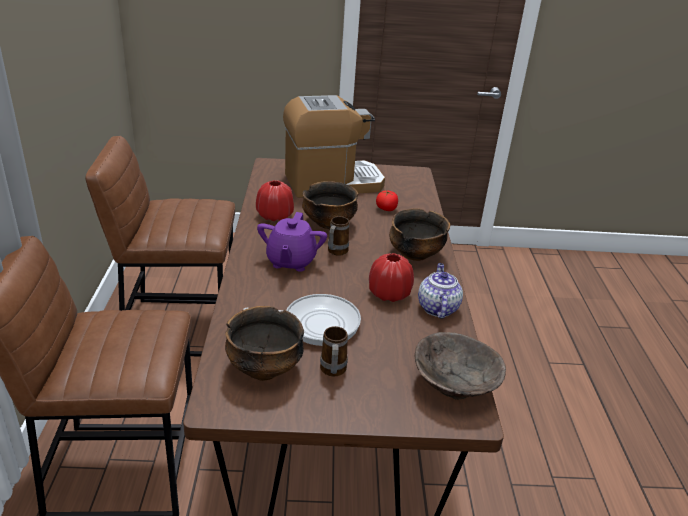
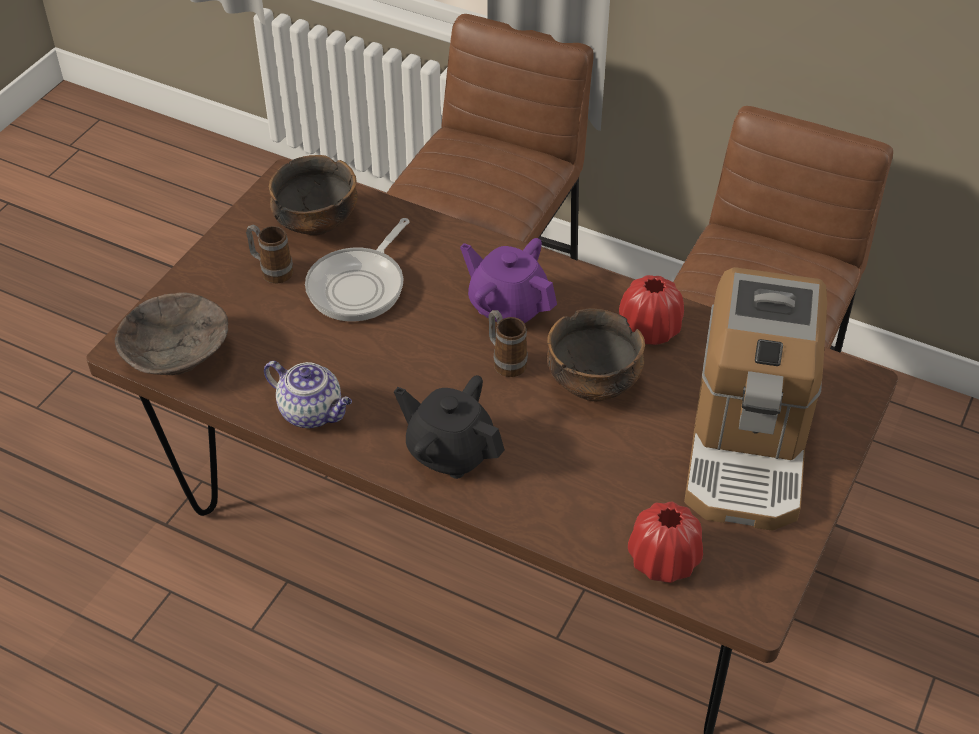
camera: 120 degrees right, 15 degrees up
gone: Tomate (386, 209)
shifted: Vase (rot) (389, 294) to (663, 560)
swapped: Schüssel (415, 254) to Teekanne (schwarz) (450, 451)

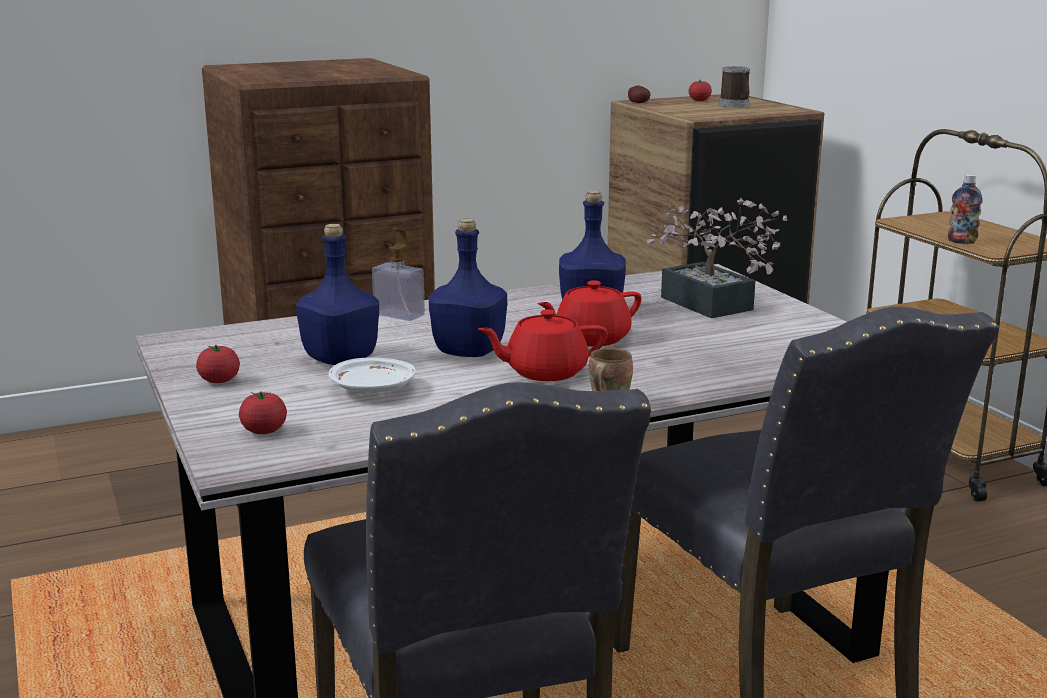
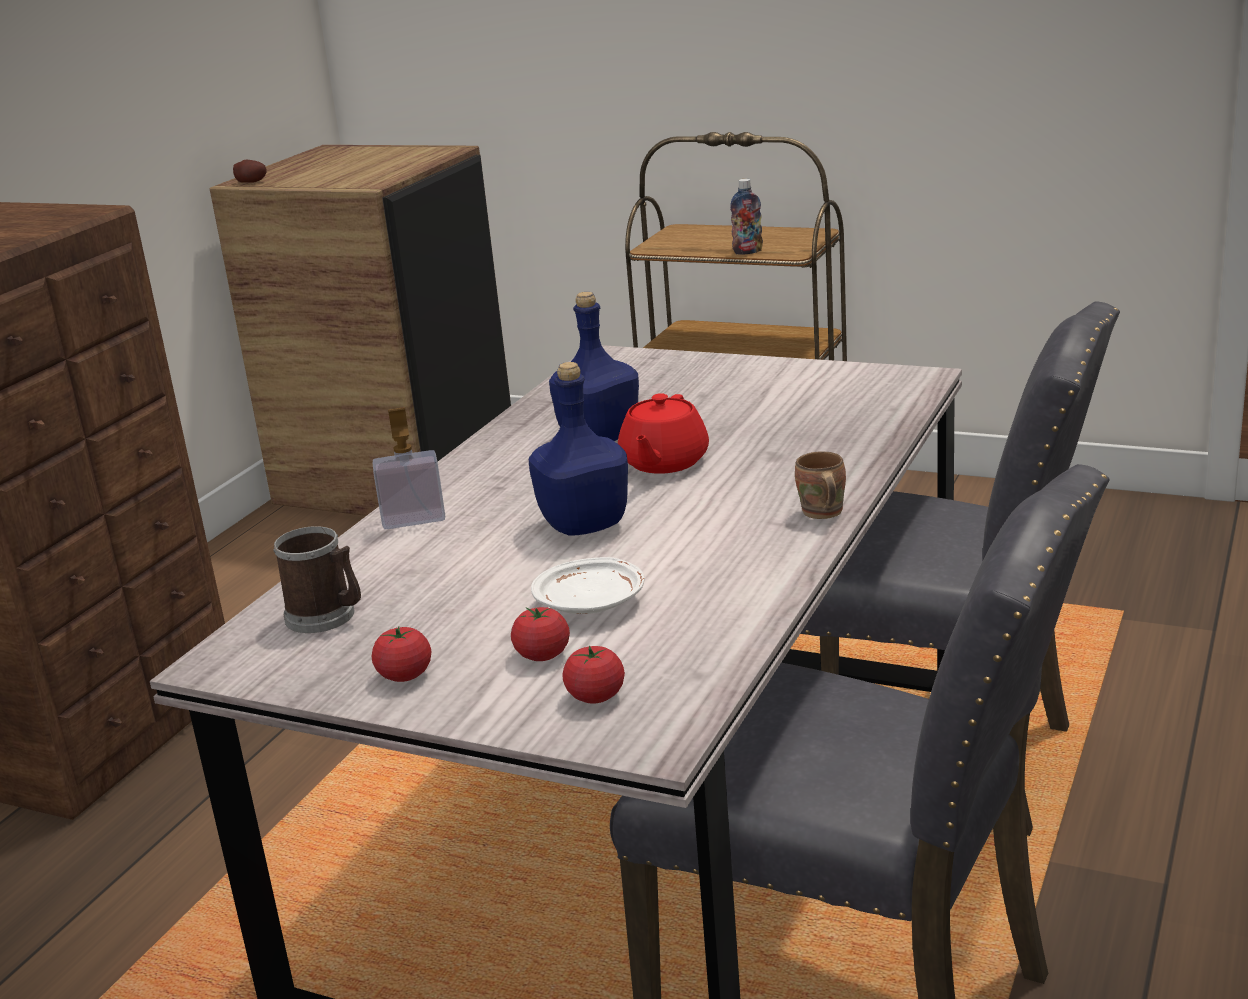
camera: 40 degrees left, 5 degrees up
gone: Flasche (blau) (339, 358); Teekanne (rot) (544, 372); Topfpflanze (712, 306)
shifted: Tomate (699, 100) to (542, 655); Henkelbecher (736, 106) to (327, 616)

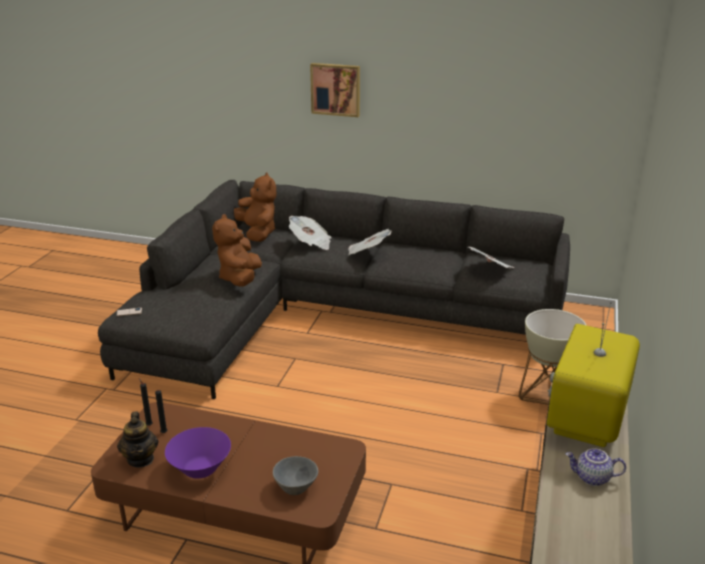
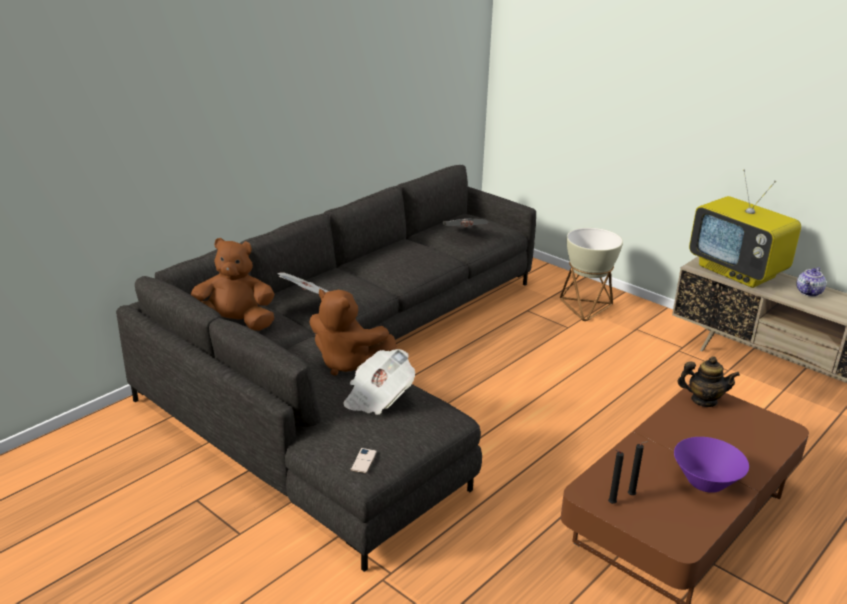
camera: 65 degrees left, 0 degrees up
gone: Schüssel (grau) (297, 487); Bild (336, 89)
shifted: Teekanne (141, 459) to (703, 400); Zeitung (367, 253) to (377, 398)

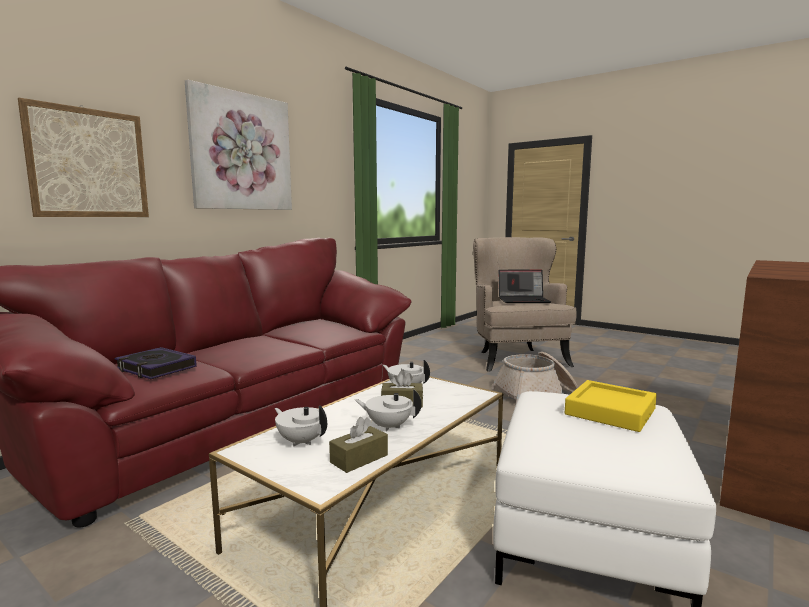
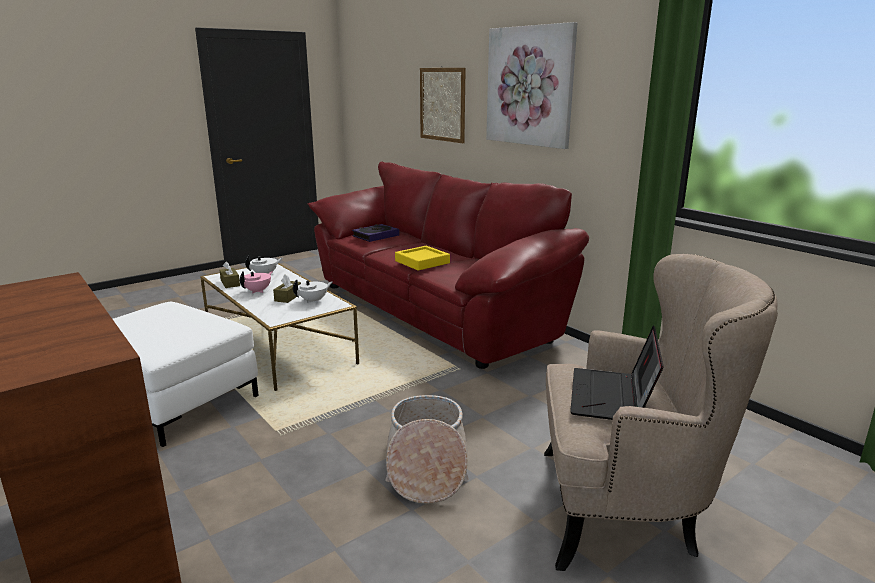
camera: 105 degrees right, 10 degrees up
shifted: Tablett (gelb) (610, 411) to (422, 262)
repainted: Teekanne (weiß) (388, 426) to Teekanne (rosa) (258, 291)

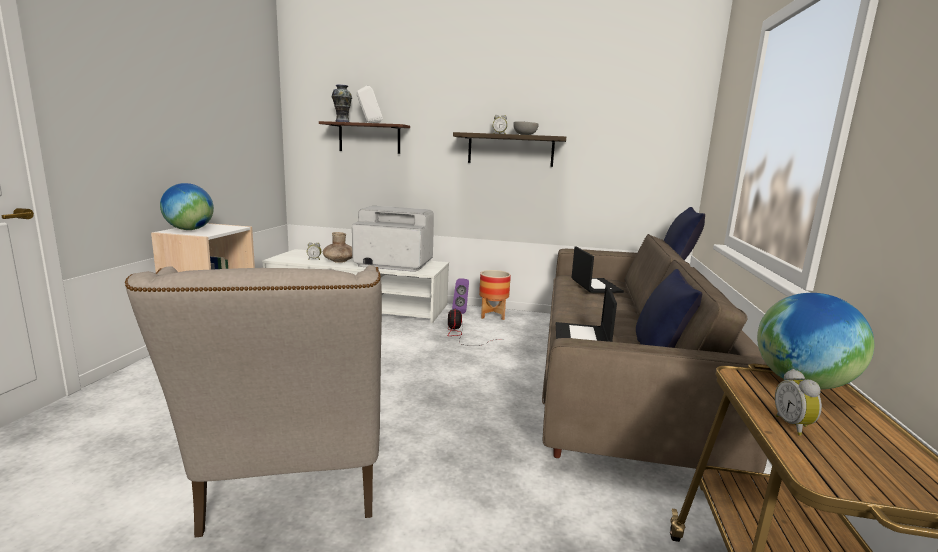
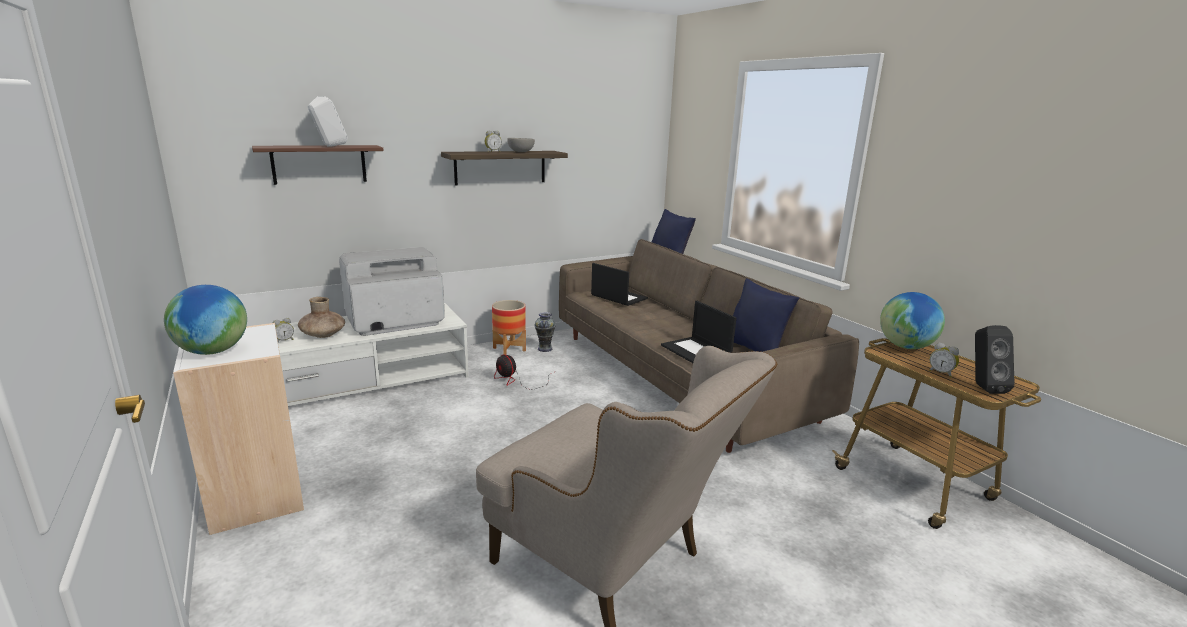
camera: 40 degrees left, 5 degrees up
gone: Lautsprecher (lila) (461, 312)
new: Lautsprecher (schwarz) (982, 387)
shifted: Vase (342, 122) to (545, 349)

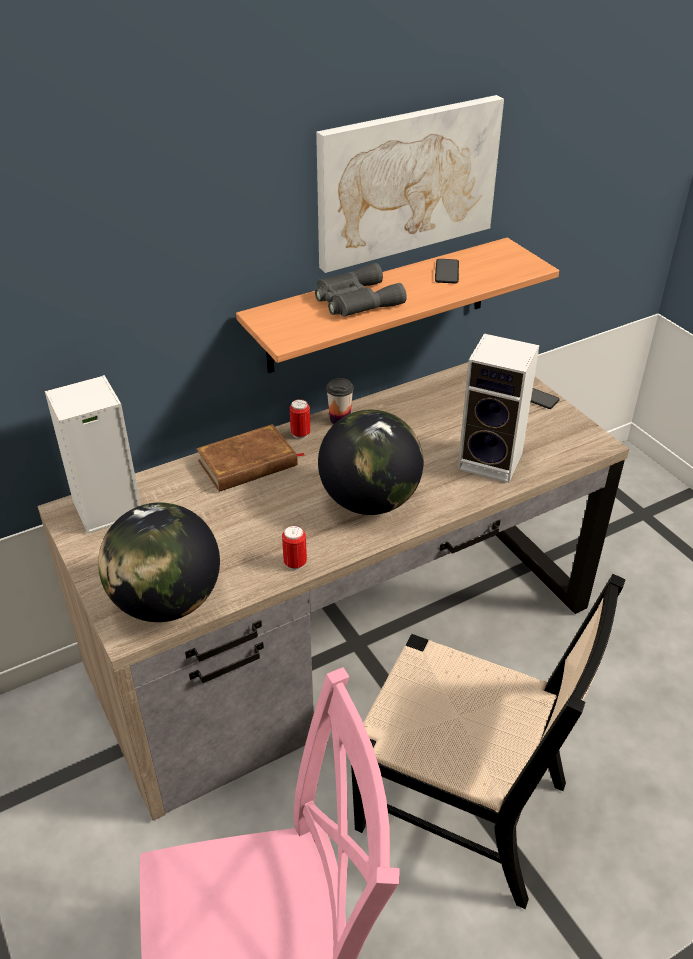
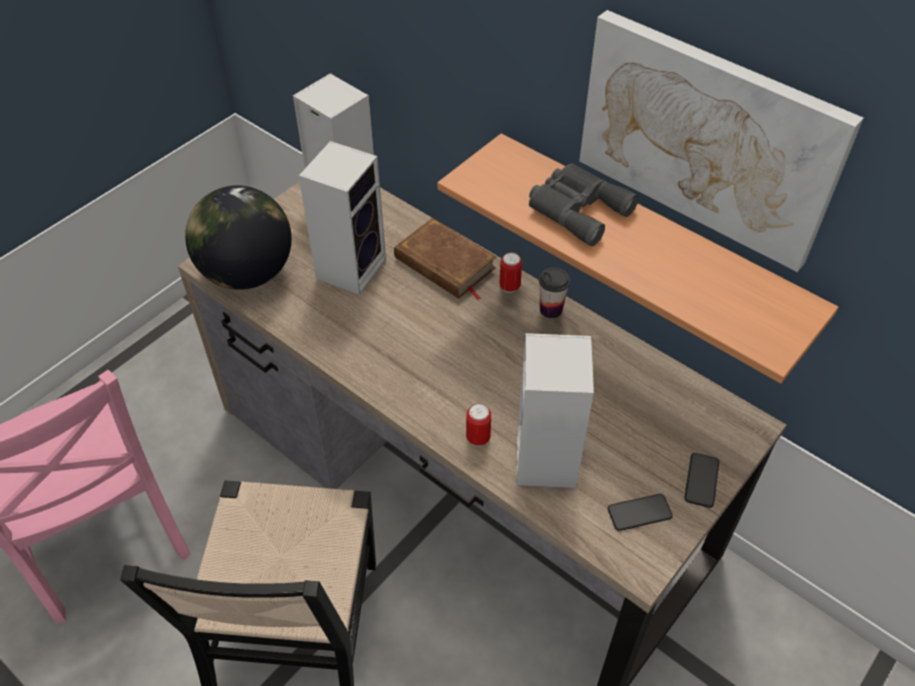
camera: 70 degrees right, 10 degrees up
gone: Globus (369, 501)
new: Lautsprecher (351, 266)
shifted: Dose (295, 563) to (478, 438); Handy (447, 272) to (639, 513)

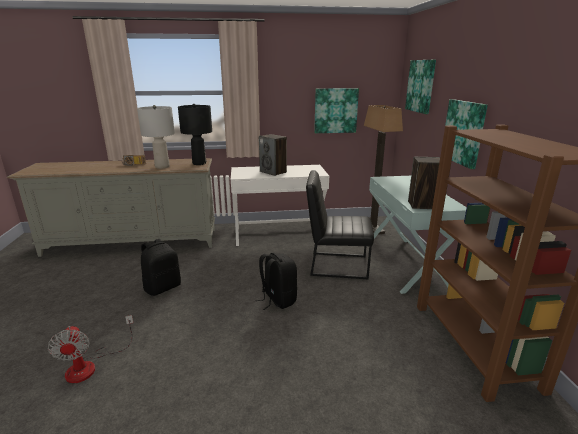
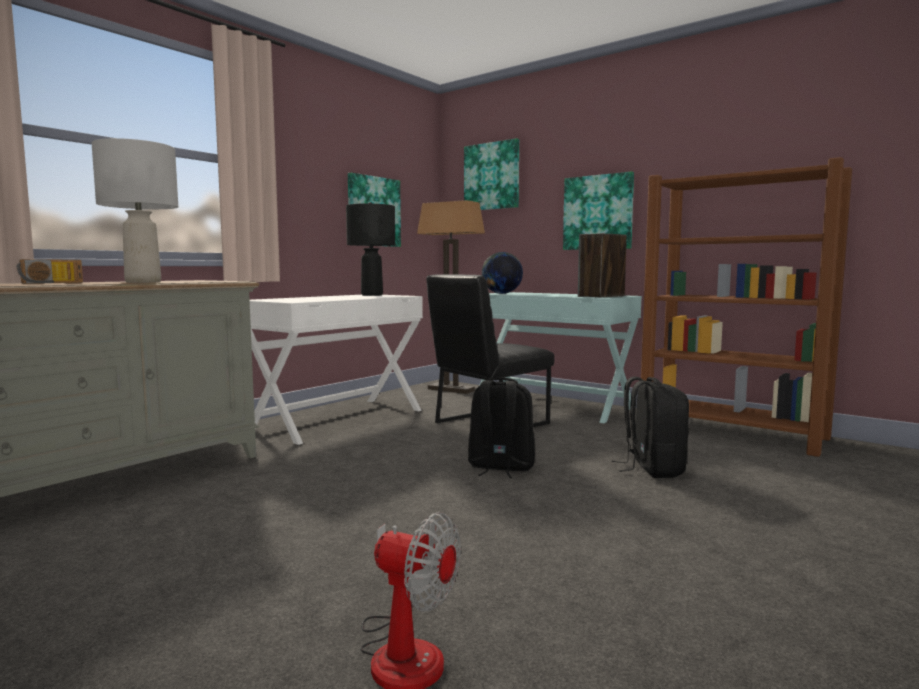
camera: 45 degrees left, 15 degrees down
gone: Lautsprecher (273, 172)
new: Globus (502, 293)
shifted: Rucksack (schwarz) (163, 287) to (652, 469); Tischlampe (schwarz) (199, 163) to (371, 295)

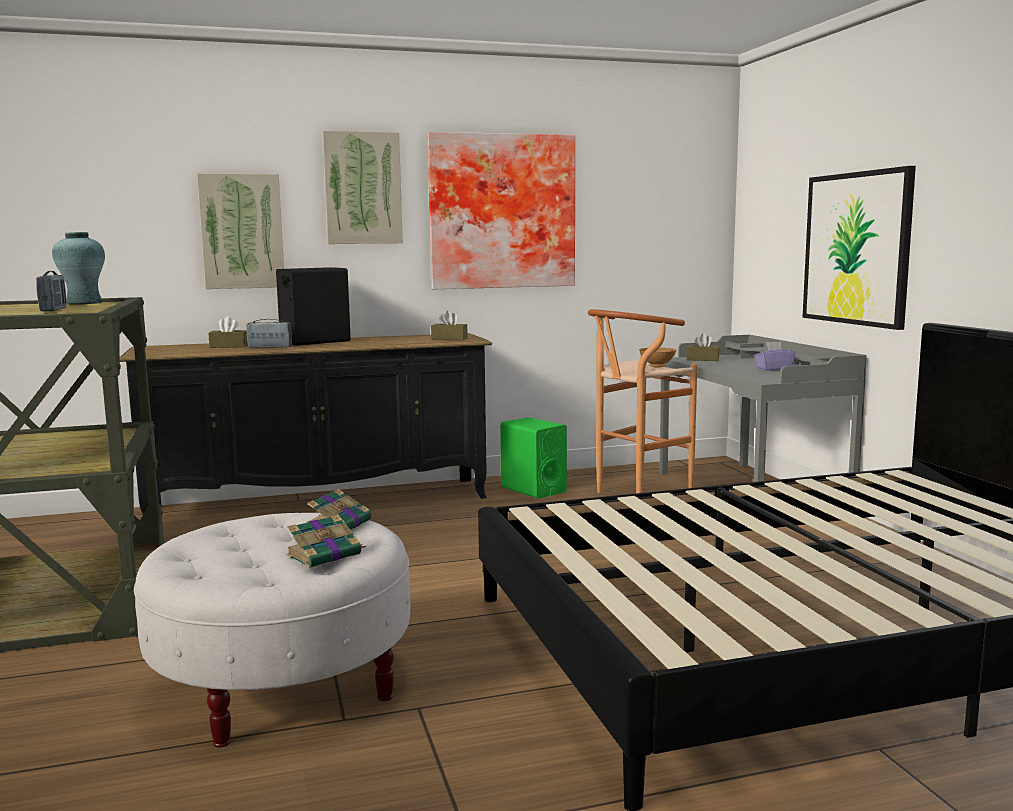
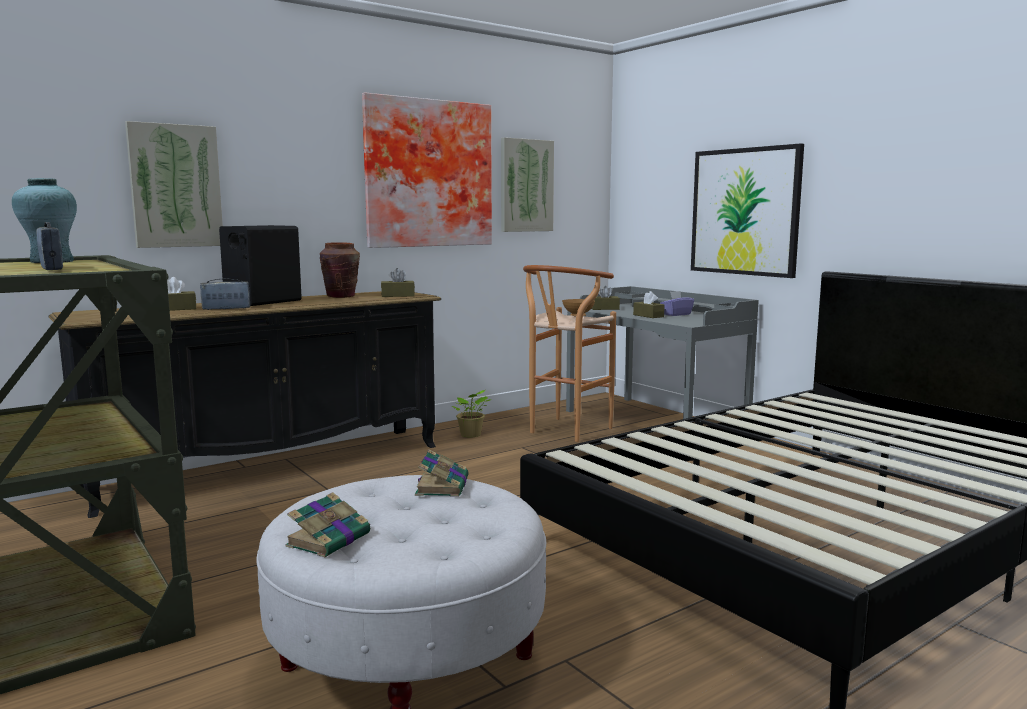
camera: 20 degrees left, 0 degrees up
new: Vase (braun) (341, 296); Taschentuchbox (braun) (648, 316)
shifted: Buch (326, 555) to (330, 539); Bild (362, 188) to (526, 185)
swapped: Lautsprecher (grün) (533, 489) to Topfpflanze (471, 435)

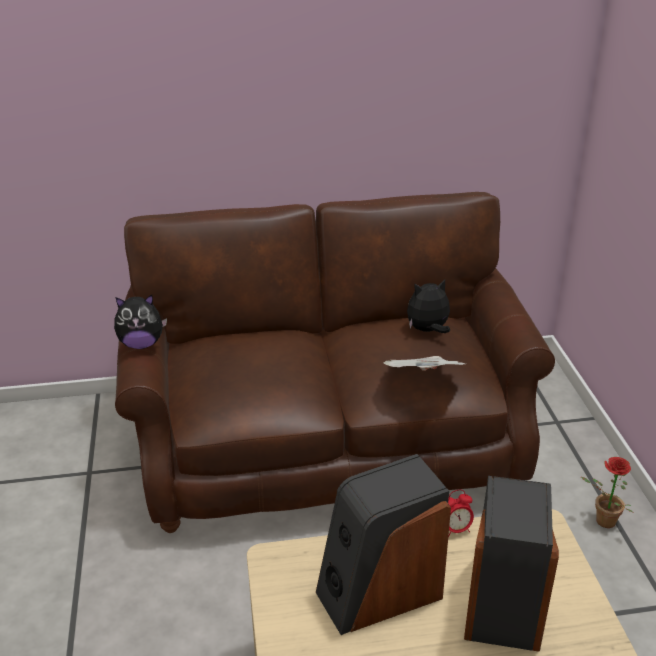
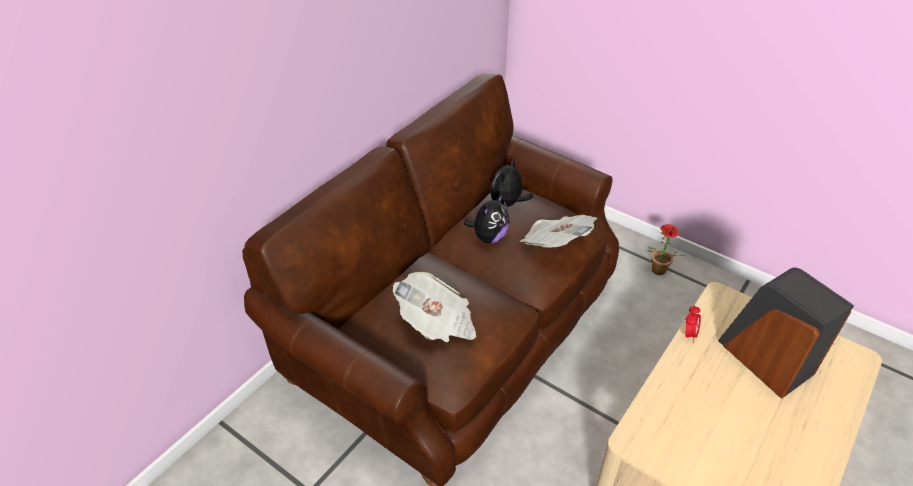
camera: 45 degrees left, 10 degrees up
gone: Lautsprecher (379, 593)
new: Zeitung (437, 323)
shifted: Plüschtier (141, 344) to (489, 237)

